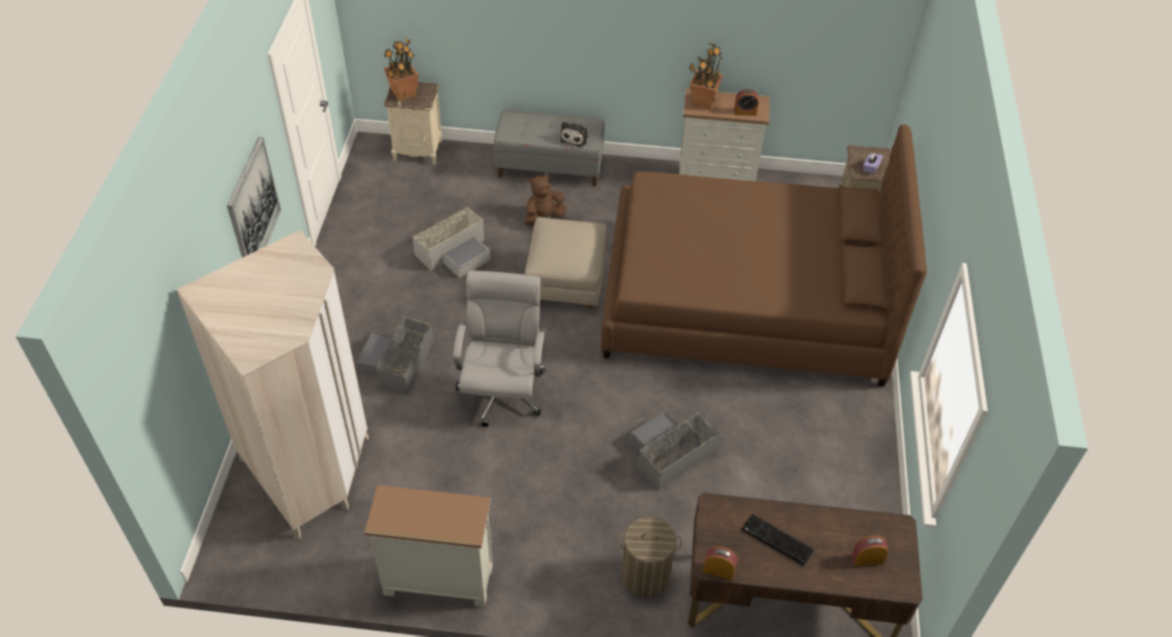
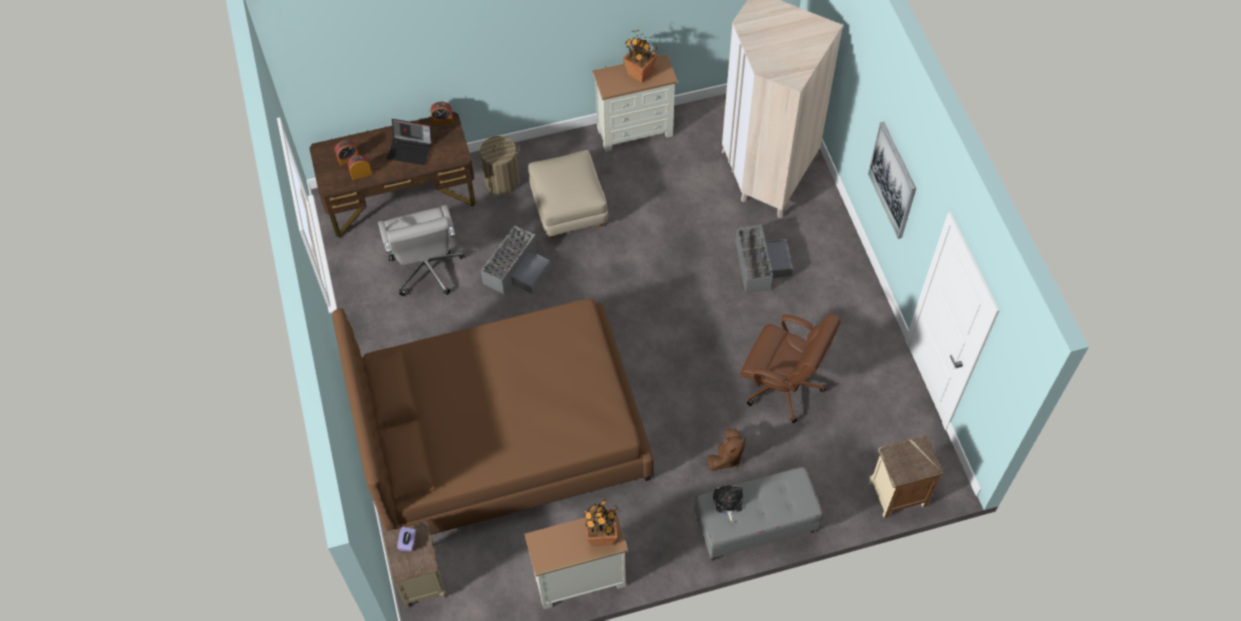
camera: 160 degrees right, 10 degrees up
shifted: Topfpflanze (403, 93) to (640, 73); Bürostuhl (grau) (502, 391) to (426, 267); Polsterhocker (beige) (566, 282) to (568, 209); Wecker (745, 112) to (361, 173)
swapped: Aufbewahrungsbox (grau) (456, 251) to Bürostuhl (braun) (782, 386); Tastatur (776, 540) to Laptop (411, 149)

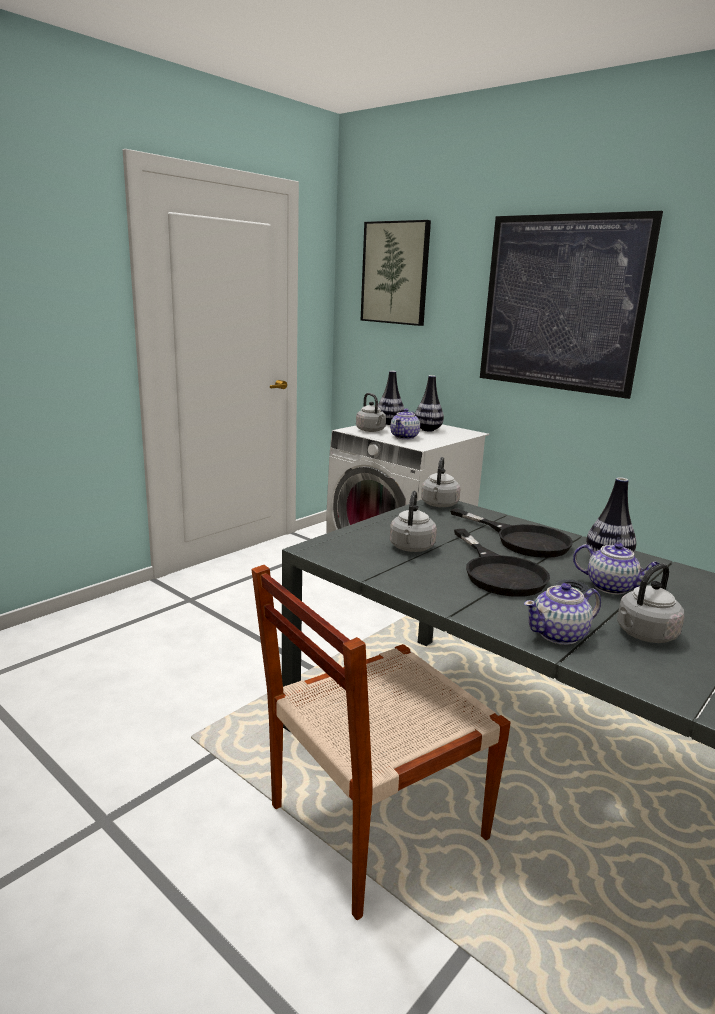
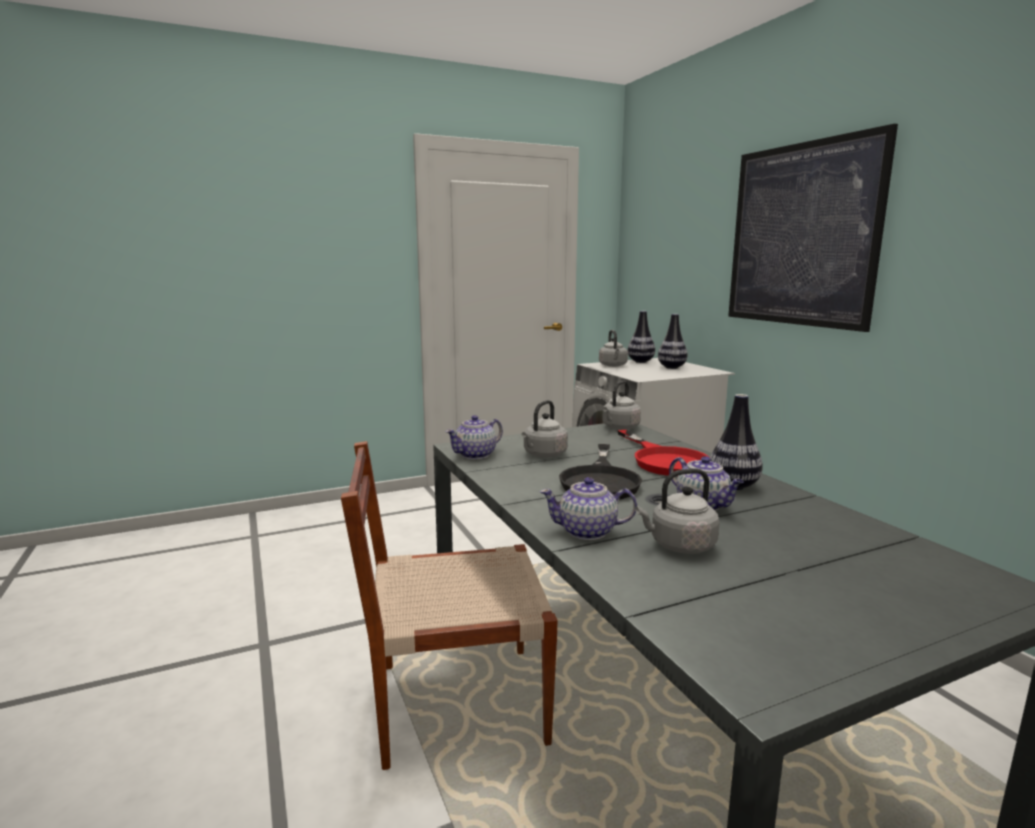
camera: 25 degrees right, 5 degrees down
gone: Bild (395, 273)
shifted: Teekanne (405, 437) to (476, 455)
repainted: Pfanne (schwarz) (521, 540) to Pfanne (rot) (664, 460)

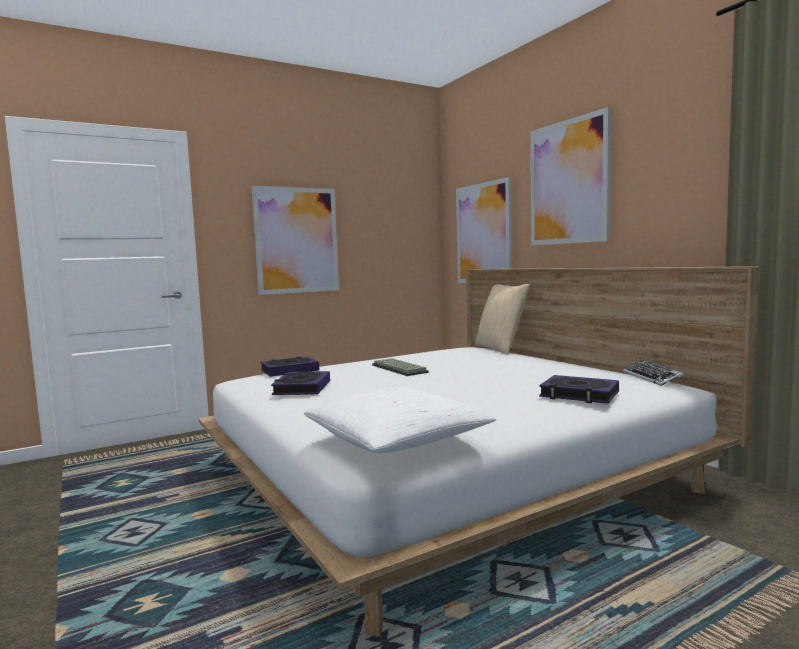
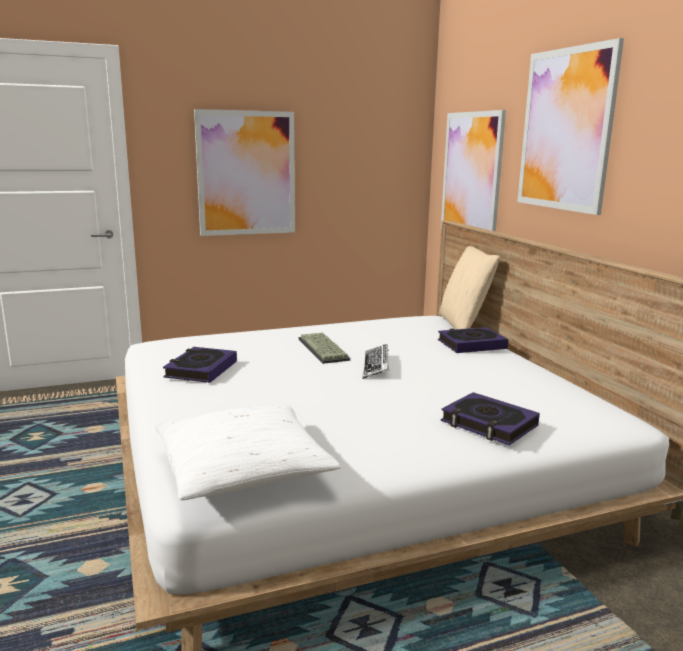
camera: 10 degrees right, 10 degrees up
shifted: Buch (289, 370) to (471, 344); Tastatur (652, 377) to (376, 366)

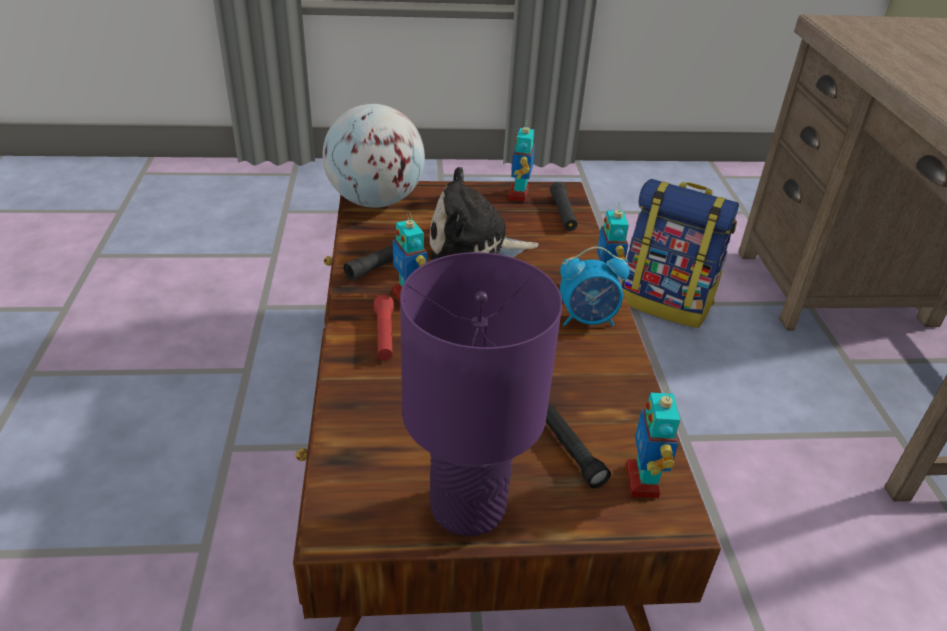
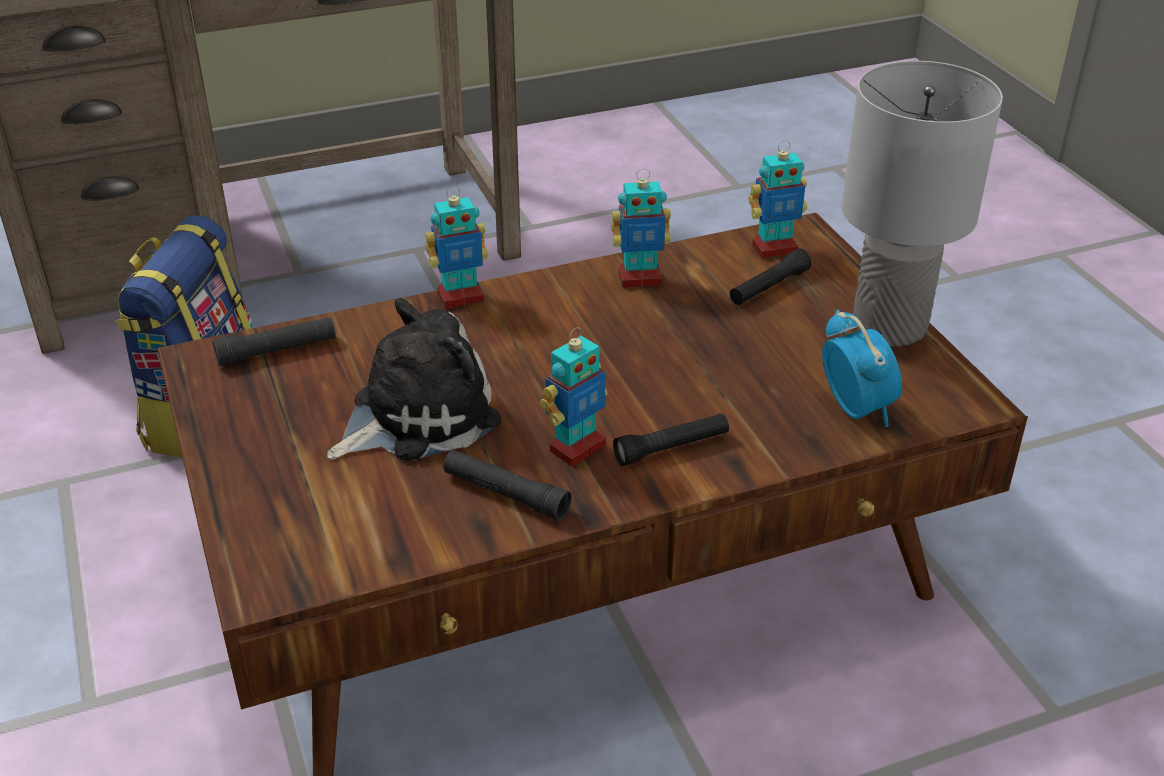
camera: 105 degrees left, 0 degrees up
gone: Globus (375, 201)
shifted: Spielzeugroboter (519, 195) to (640, 278); Wecker (588, 319) to (856, 408)
repainted: Taschenlampe (rot) (384, 335) to Taschenlampe (schwarz) (671, 448); Tischlampe (lila) (467, 511) to Tischlampe (grau) (887, 333)
rotated: Plüschtier (474, 248) = (416, 415) 105 degrees counterclockwise

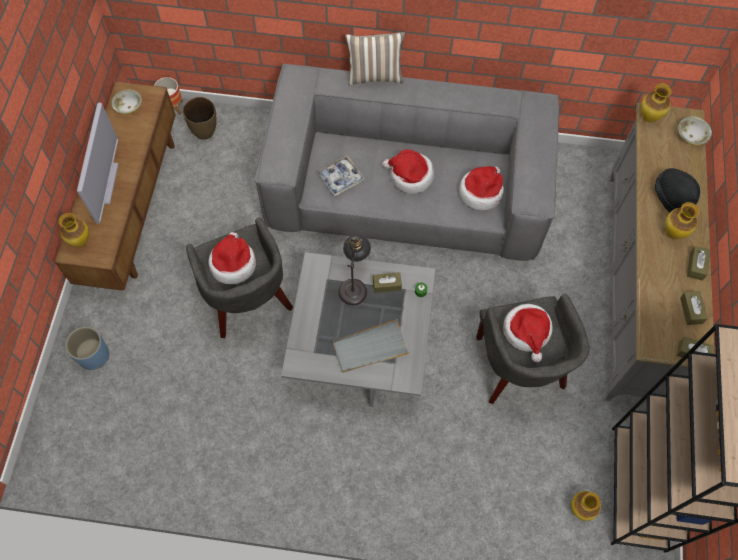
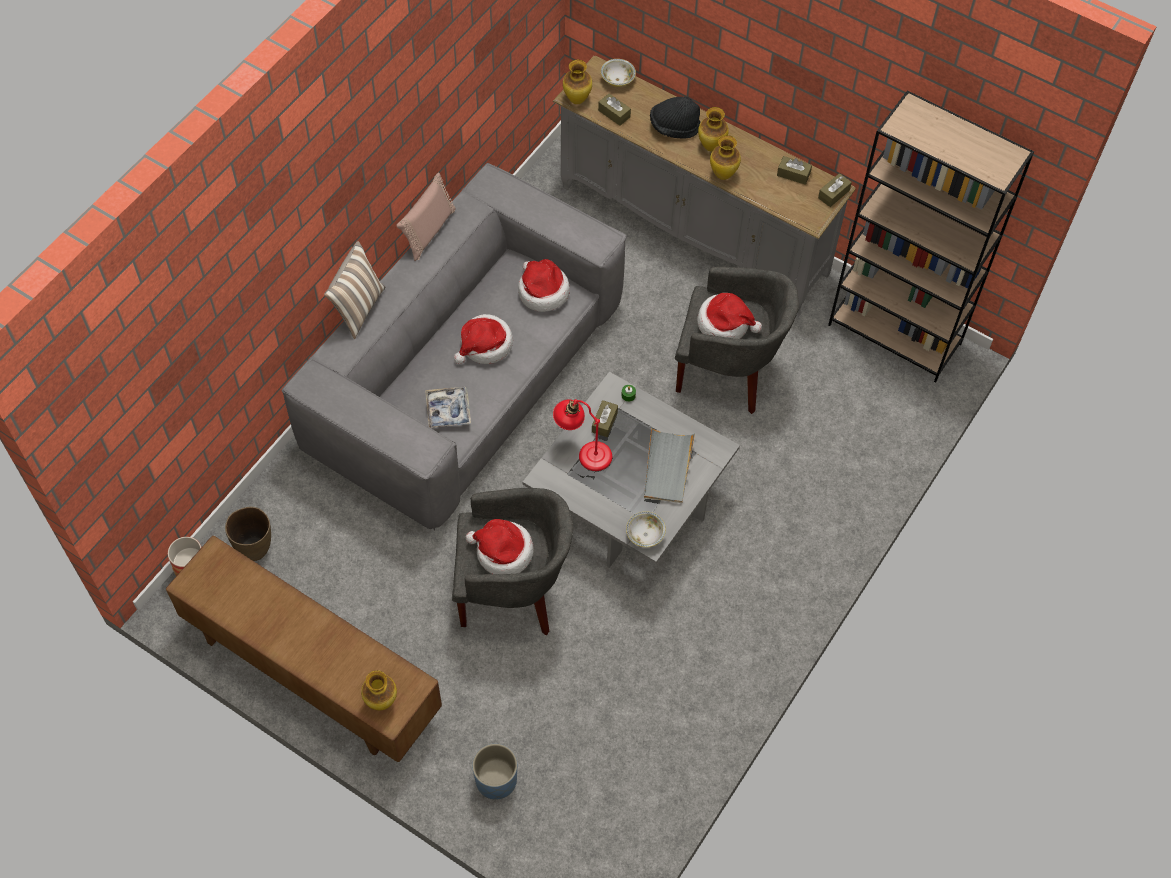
camera: 65 degrees left, 5 degrees down
gone: Fernseher (105, 183)
new: Kissen (beige) (428, 231)
shifted: Schüssel (129, 107) to (645, 535); Vase (581, 509) to (723, 174); Taschentuchbox (braun) (696, 266) to (614, 114)
repainted: Tischlampe (grau) (354, 280) to Tischlampe (rot) (582, 449)

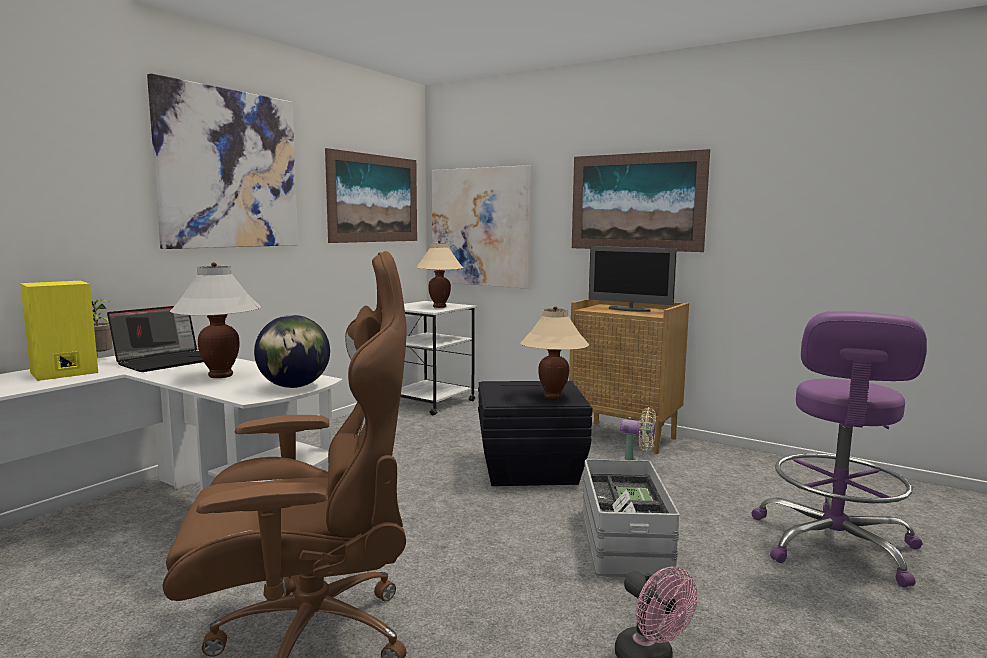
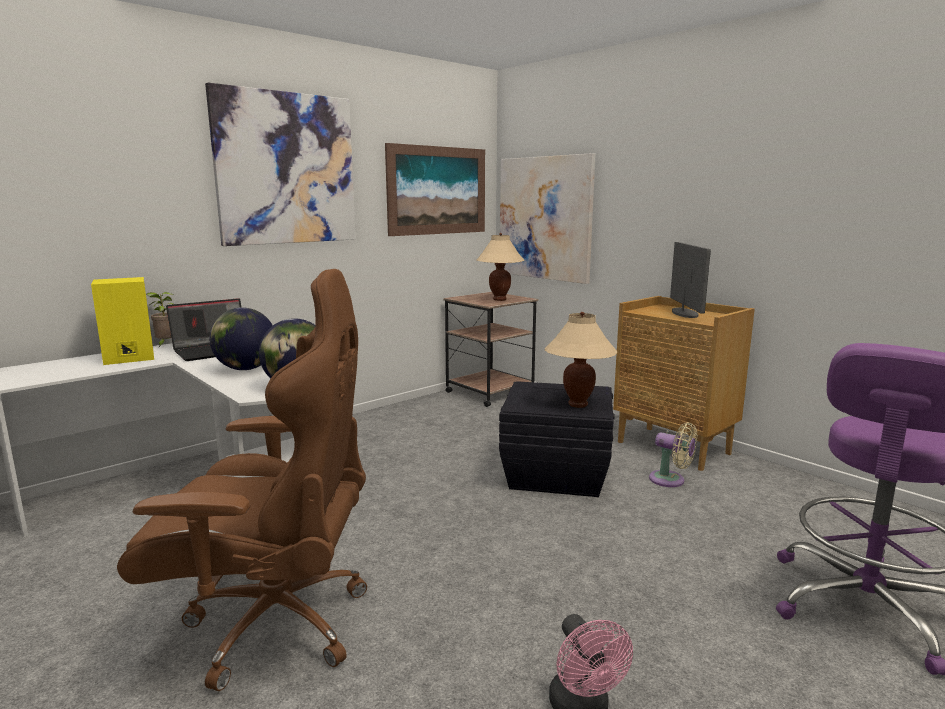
camera: 15 degrees right, 5 degrees up
gone: Bild (636, 202); Aufbewahrungsbox (grau) (626, 541)
swapped: Tischlampe (weiß) (220, 376) to Globus (246, 369)
repainted: Rollwagen (weiß) (430, 402) to Rollwagen (braun) (490, 392)
rotated: Monitor (629, 309) = (684, 313) 135 degrees counterclockwise

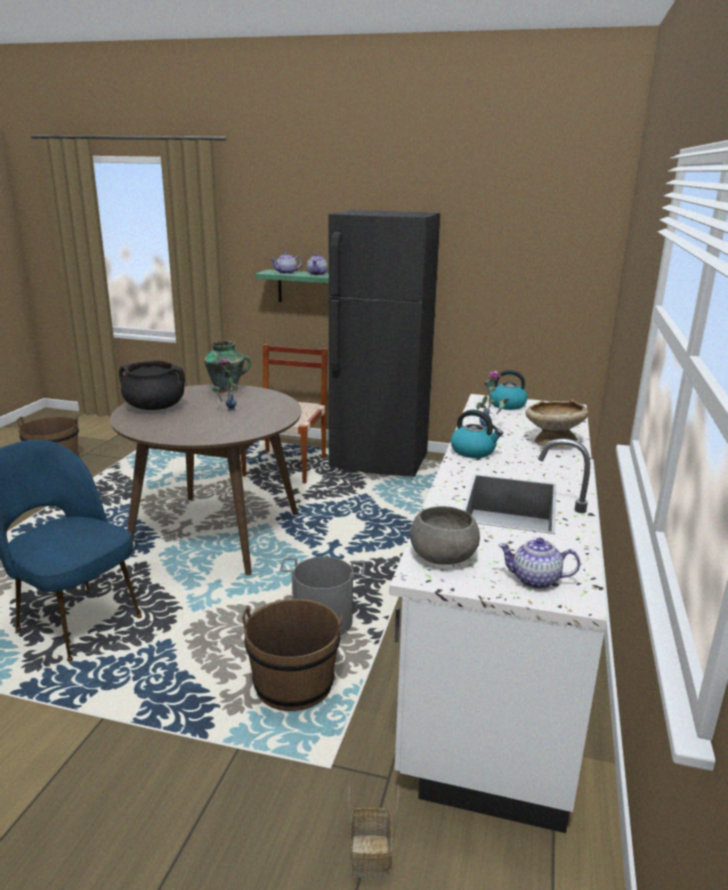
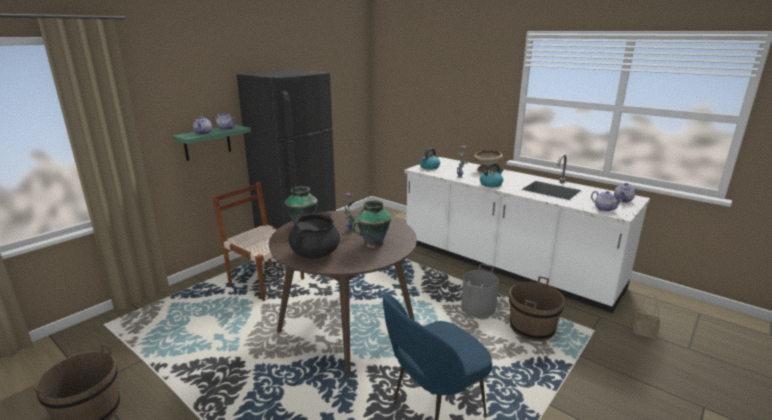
camera: 65 degrees left, 0 degrees up
new: Vase (372, 244)
swapped: Schüssel (grau) (444, 556) to Teekanne (604, 209)

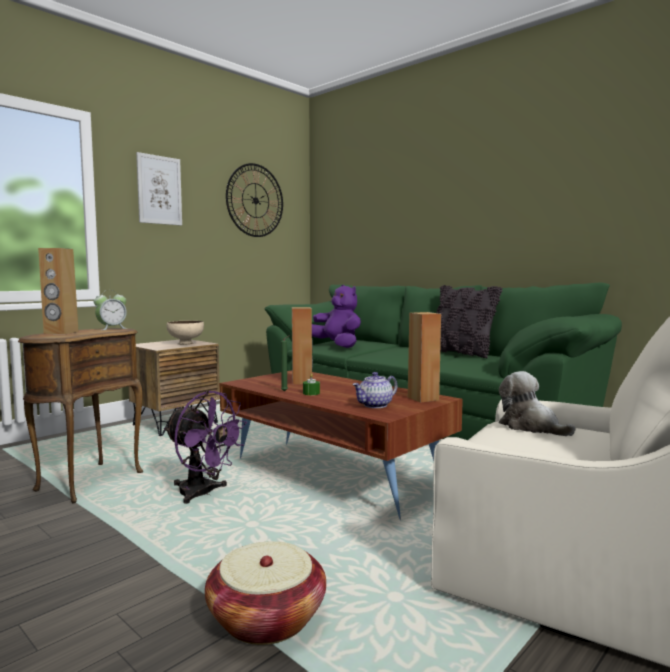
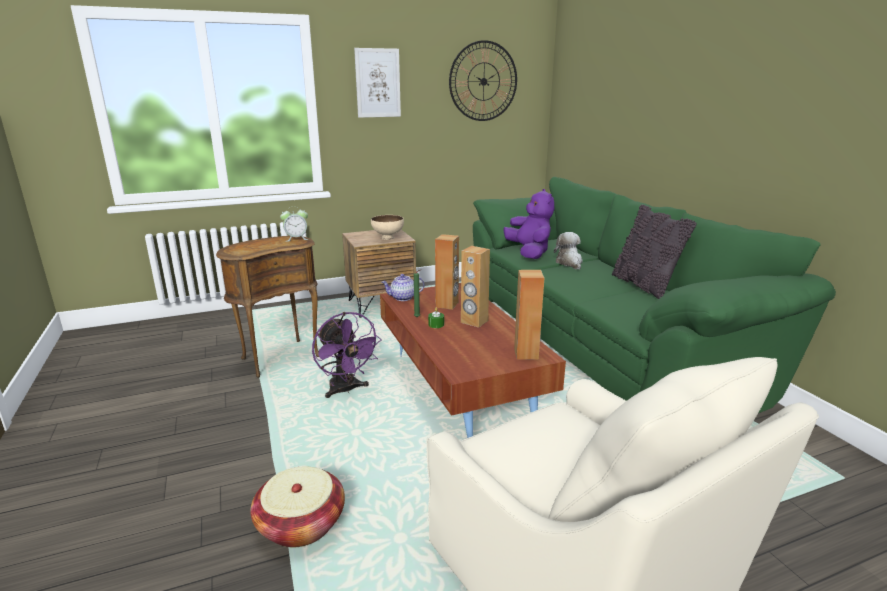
camera: 25 degrees right, 15 degrees up
shifted: Lautsprecher (braun) (61, 333) to (474, 321); Teekanne (375, 405) to (403, 298); Plüschtier (531, 427) to (569, 263)

